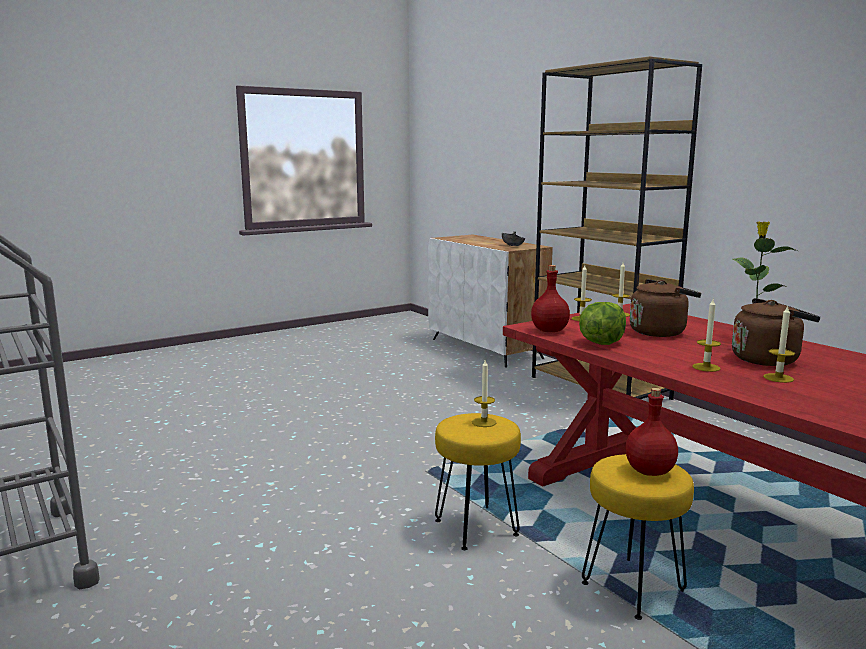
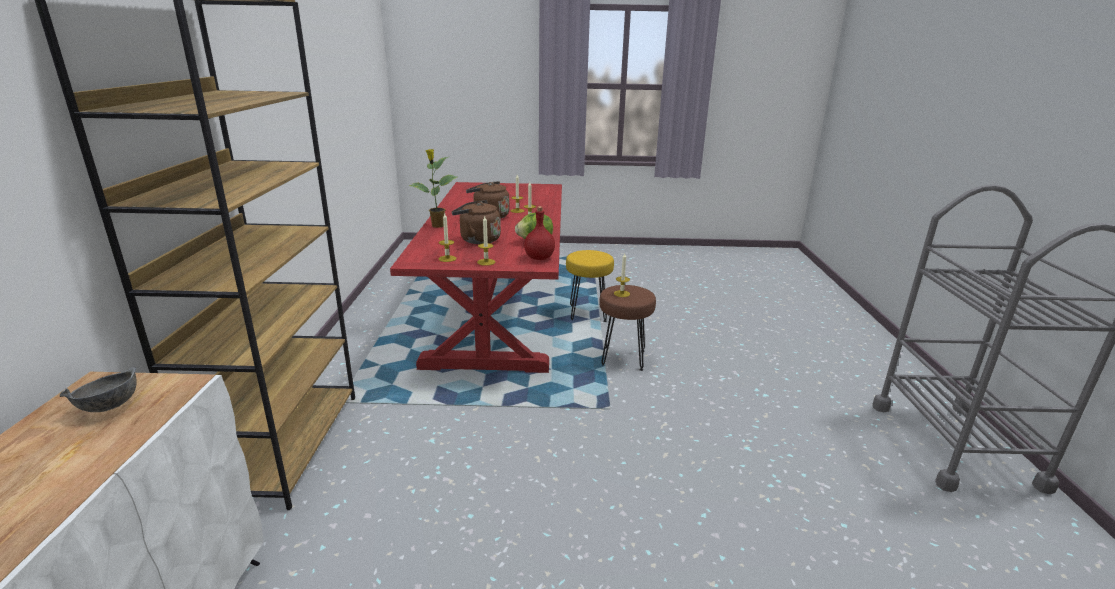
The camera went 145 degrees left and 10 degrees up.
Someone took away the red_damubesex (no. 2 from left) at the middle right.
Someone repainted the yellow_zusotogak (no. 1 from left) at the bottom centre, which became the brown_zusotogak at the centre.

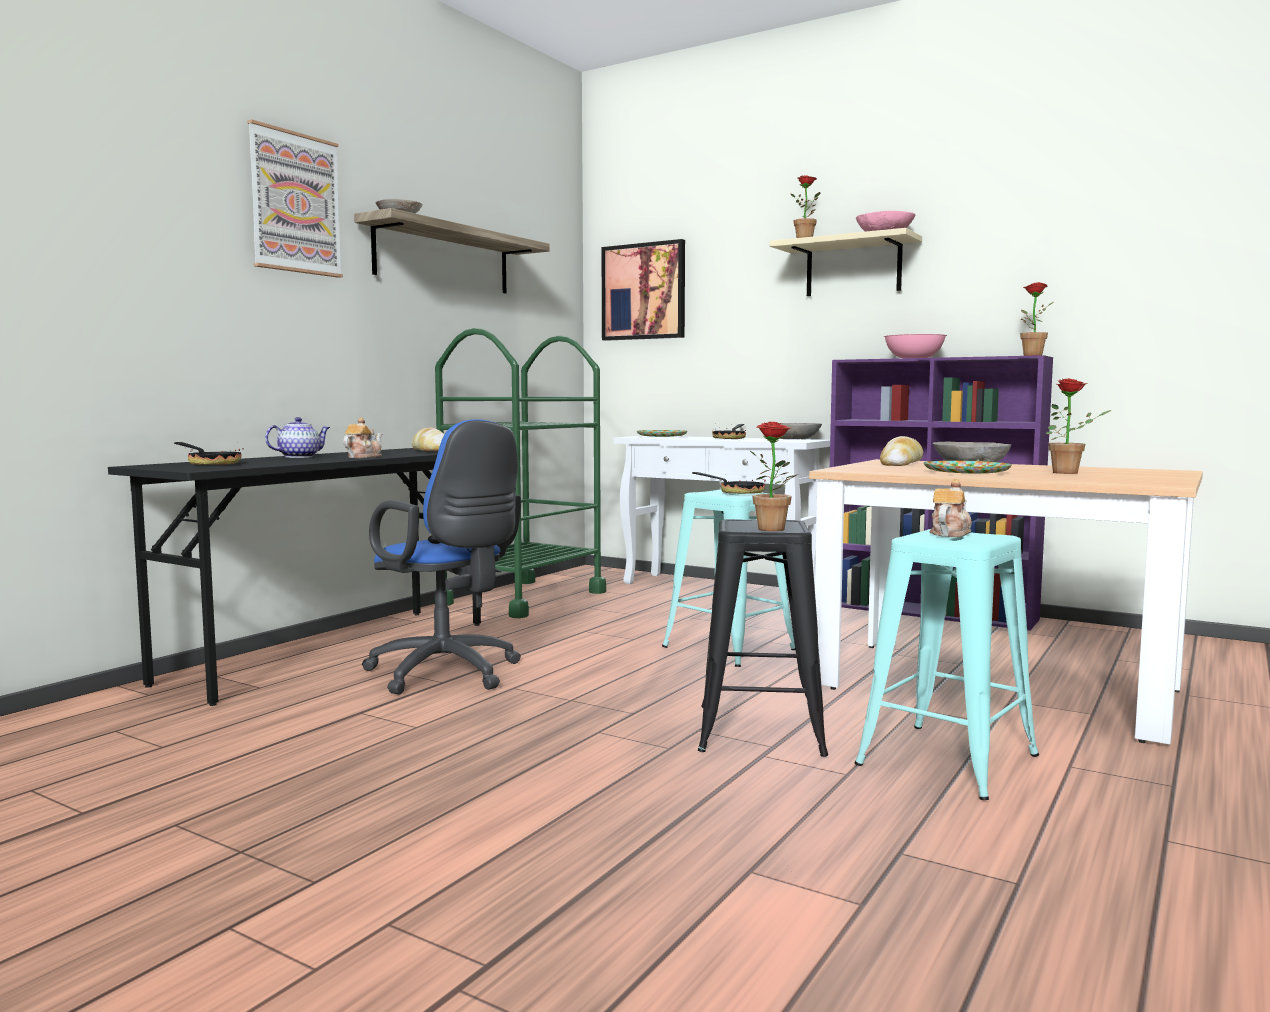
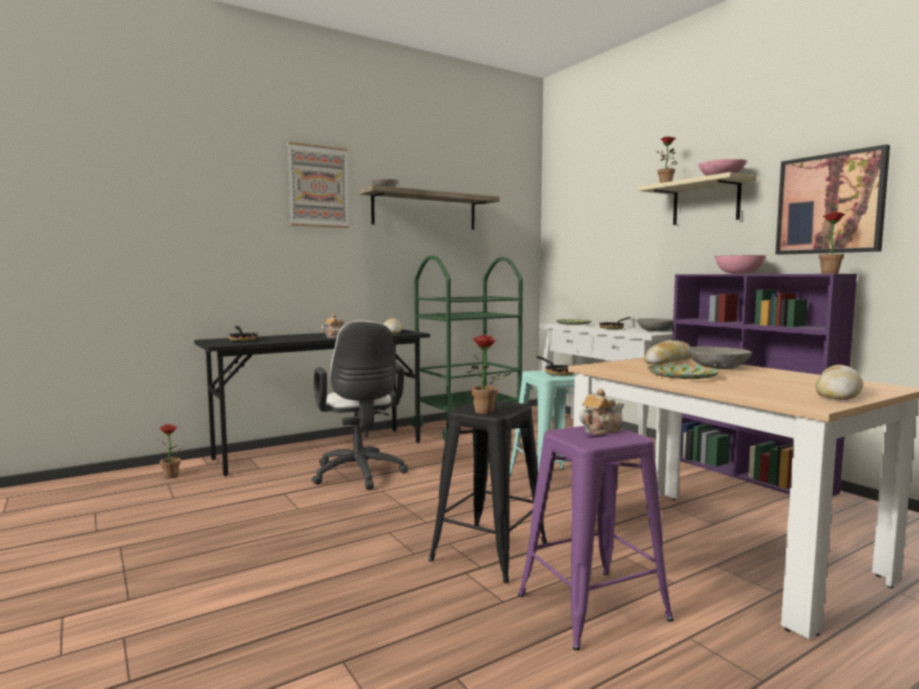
The camera went 25 degrees right and 0 degrees up.
Someone carried the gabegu (no. 2 from left) from the top centre to the top right.
Someone carried the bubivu (no. 4 from left in the first image) from the middle right to the middle left.
Someone took away the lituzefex (no. 1 from left) at the middle left.
Someone repainted the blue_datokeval at the centre, which became the white_datokeval at the centre.
Someone repainted the turquoise_zusotogak (no. 2 from left) at the middle right, which became the purple_zusotogak at the bottom centre.
Someone put down the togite (no. 3 from left) at the middle right.

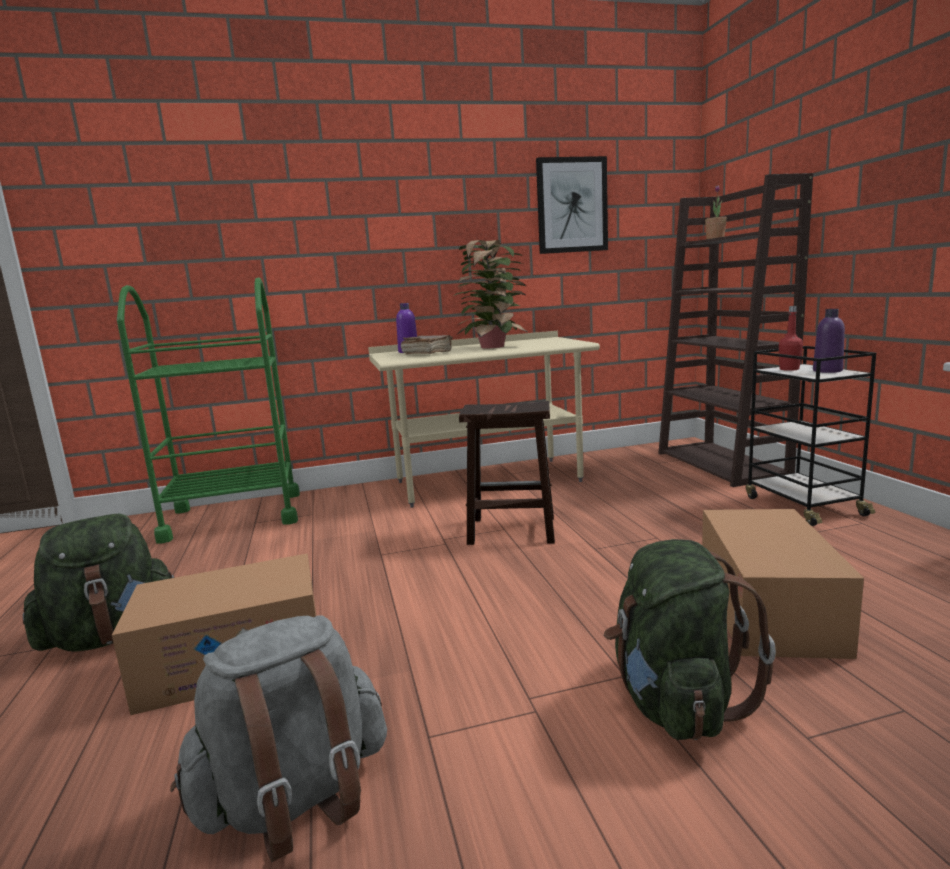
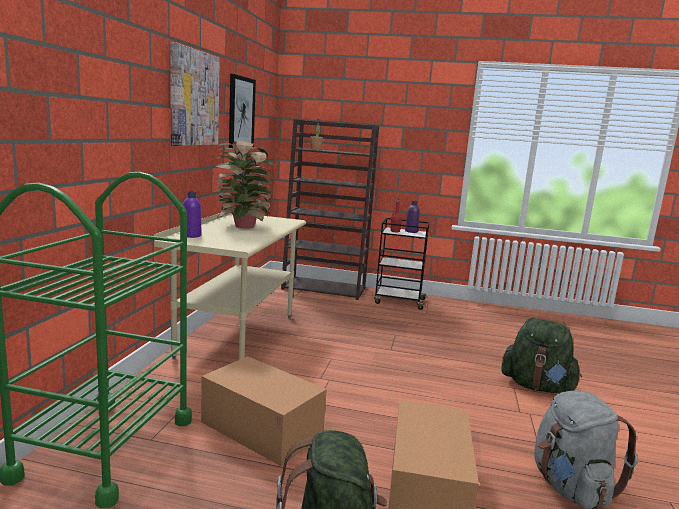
The camera went 65 degrees left and 0 degrees up.
Someone took away the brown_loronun at the centre.
Someone took away the brown_zusotogak at the centre.
Someone carried the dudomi (no. 2 from left in the first image) from the bottom right to the bottom centre.
Someone put up the gabegu (no. 1 from left) at the top left.

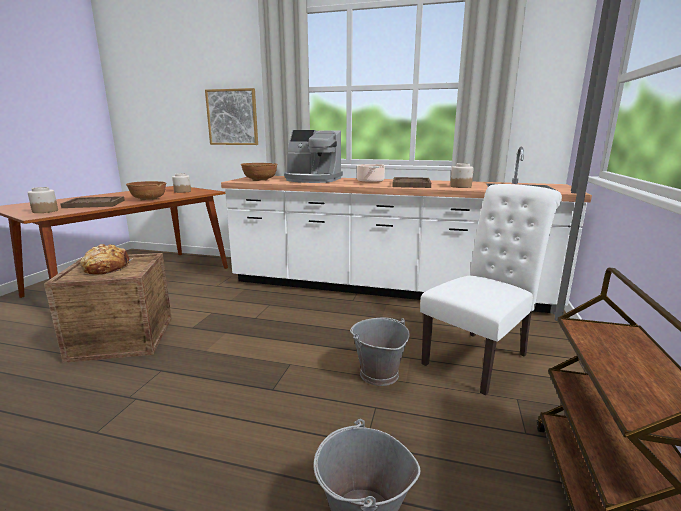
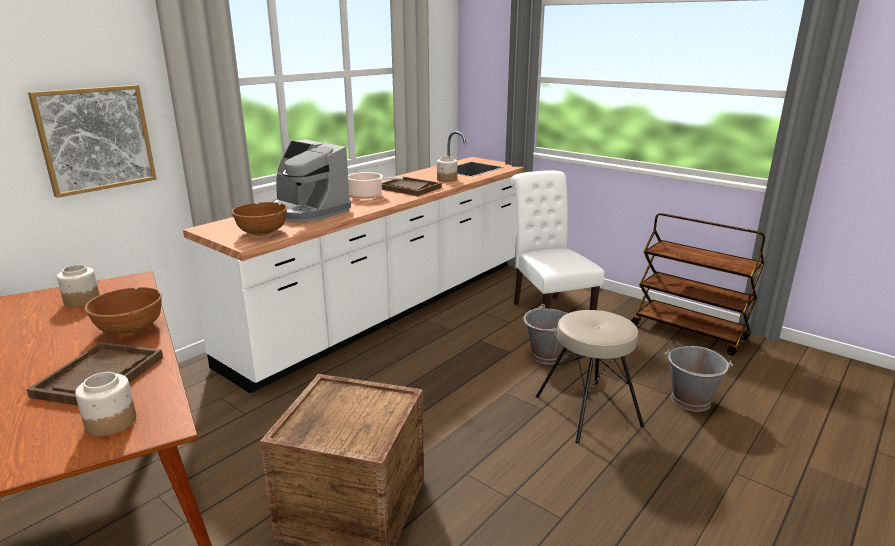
The camera went 65 degrees left and 5 degrees up.
Someone rotated the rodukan at the top centre by 90 degrees clockwise.
Someone took away the togite at the middle left.
Someone put down the beige_zusotogak at the bottom centre.

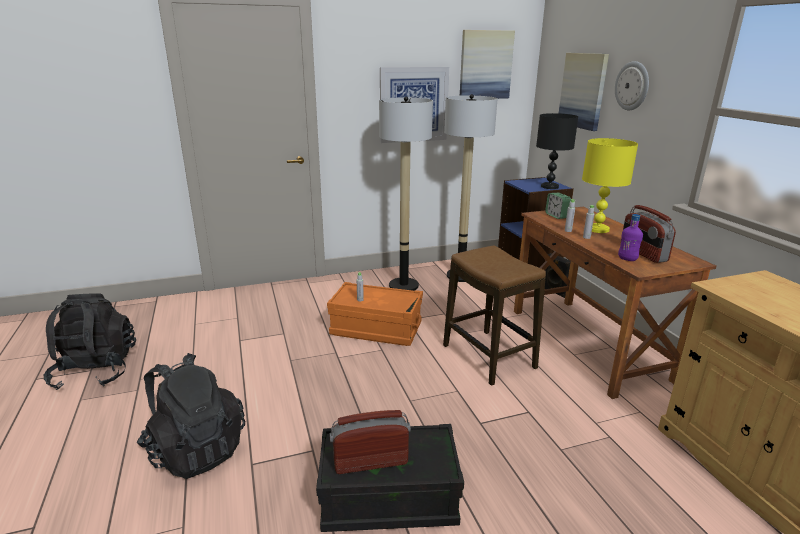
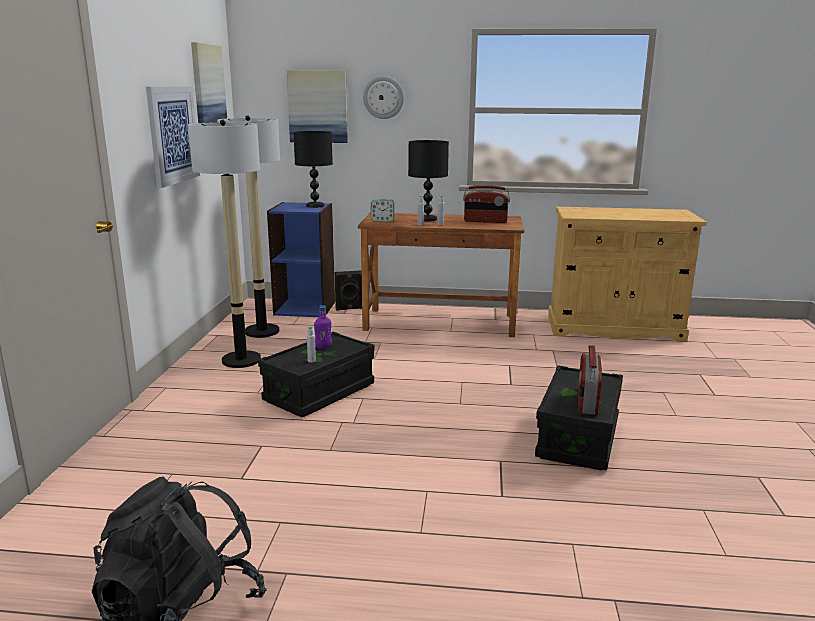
The camera went 65 degrees left and 5 degrees down.
Someone repainted the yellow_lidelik at the middle right, which became the black_lidelik (no. 2 from left) at the top centre.
Someone carried the purple_damubesex from the middle right to the centre.
Someone took away the zusotogak at the centre.
Someone repainted the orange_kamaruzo at the centre, which became the black_kamaruzo (no. 1 from left) at the centre.
Someone took away the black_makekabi (no. 2 from left) at the bottom left.

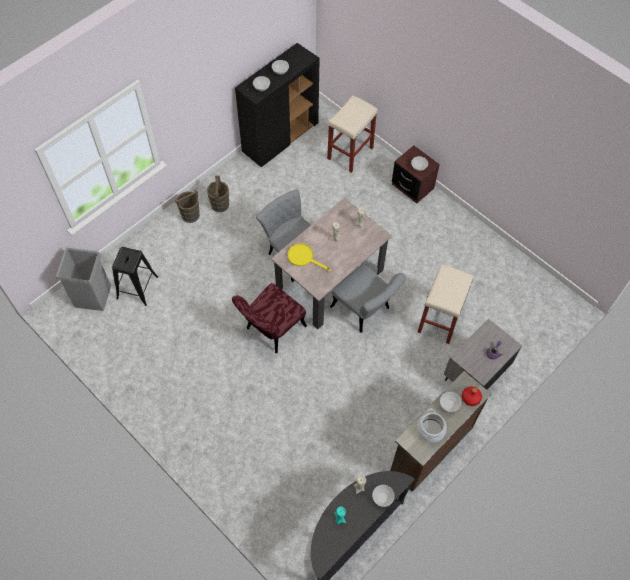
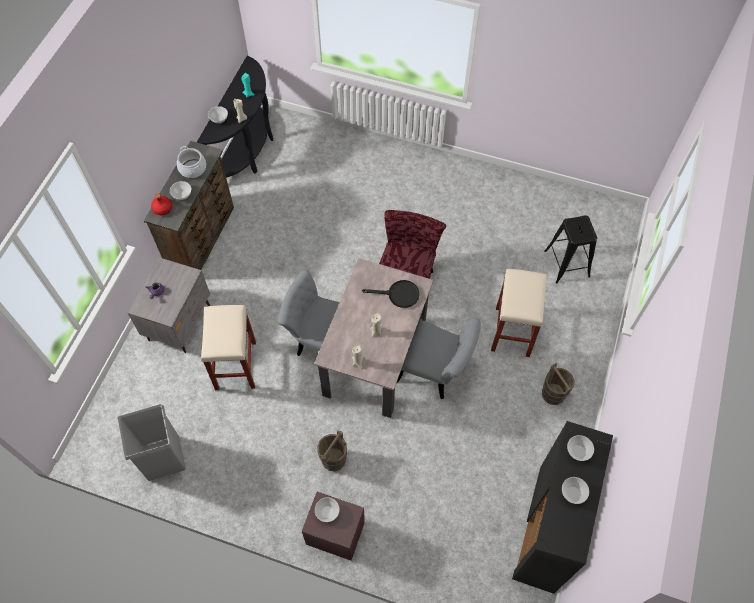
The camera went 155 degrees right and 0 degrees up.
Someone carried the beige_zusotogak (no. 1 from left in the first image) from the top centre to the middle right.
Someone carried the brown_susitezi (no. 1 from left) from the middle left to the bottom centre.
Someone repainted the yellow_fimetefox at the centre, which became the black_fimetefox at the centre.
Someone carried the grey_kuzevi from the middle left to the bottom left.

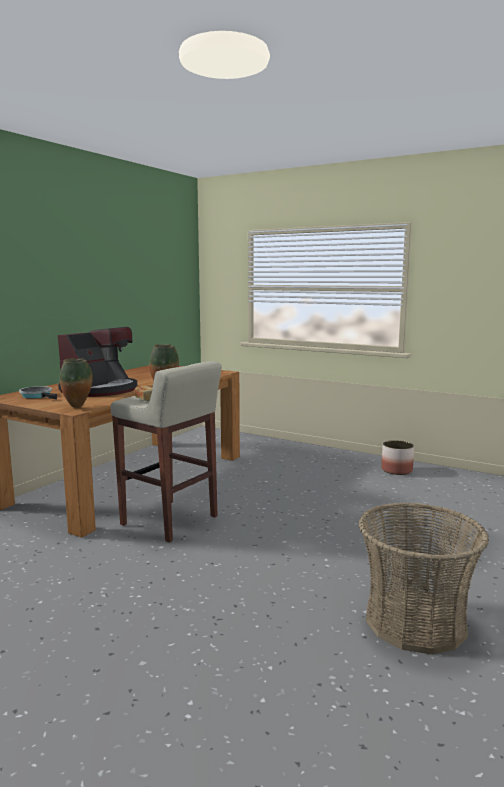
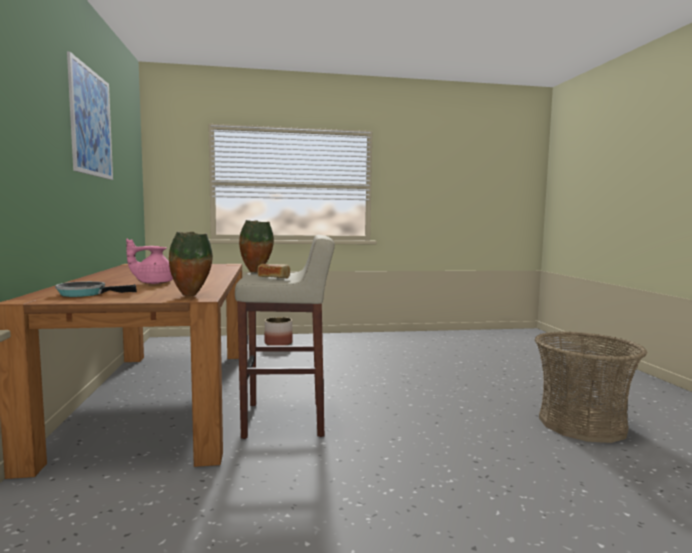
The camera went 40 degrees left and 5 degrees down.
Someone swapped the rodukan at the middle left for the pink_lituzefex at the middle left.
Someone carried the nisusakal from the middle right to the centre.
Someone put up the gabegu at the top left.

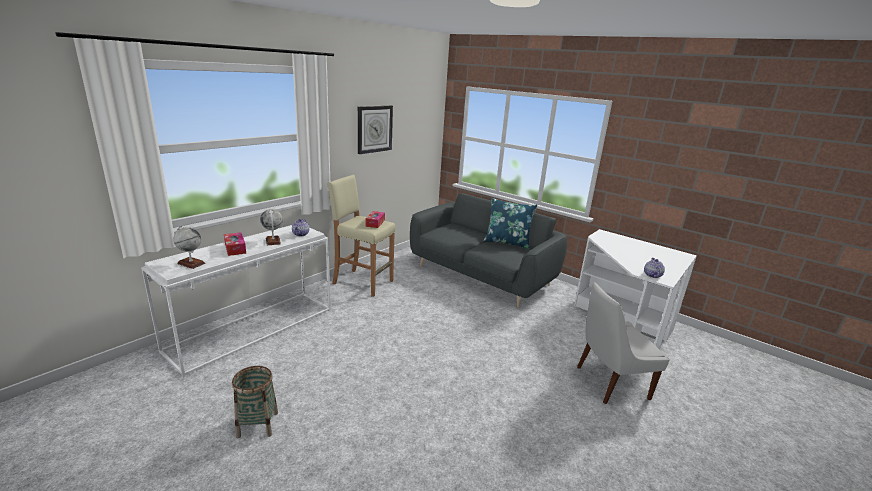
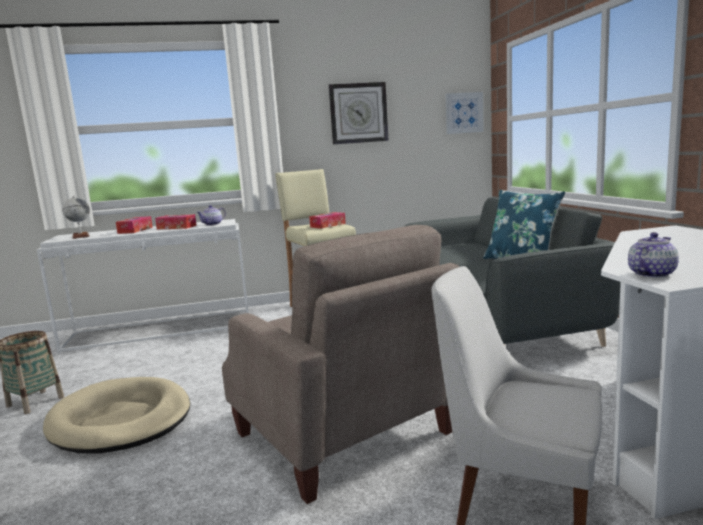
The camera went 40 degrees right and 10 degrees down.
Someone swapped the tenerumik (no. 2 from left) at the middle left for the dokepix (no. 2 from left) at the middle left.
Someone put up the gabegu at the top centre.
Someone put down the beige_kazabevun at the bottom centre.
Someone put down the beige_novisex at the bottom left.

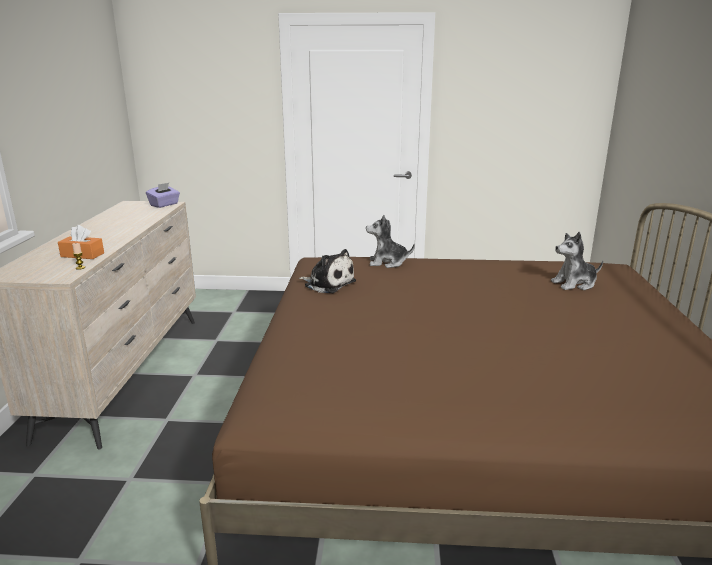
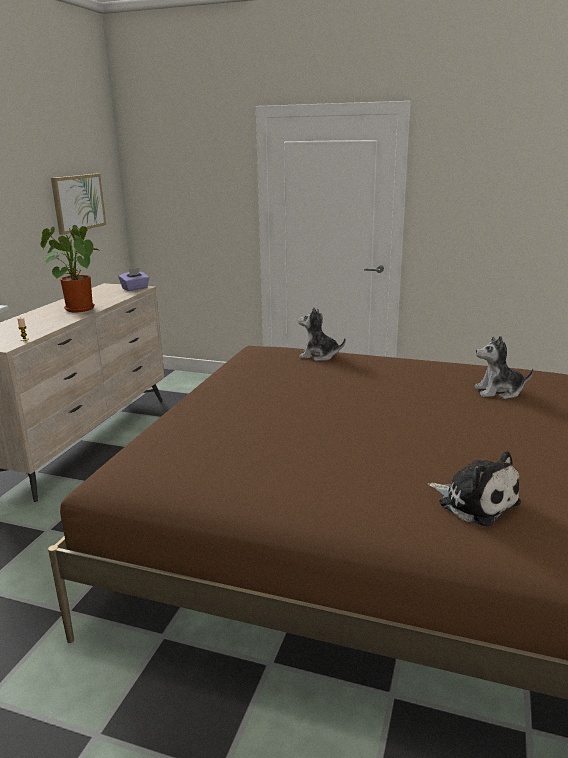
The camera went 15 degrees right and 0 degrees up.
Someone took away the orange_dokepix at the middle left.
Someone carried the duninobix (no. 1 from left in the first image) from the centre to the middle right.
Someone put up the gabegu at the top left.
Someone put down the bubivu at the middle left.

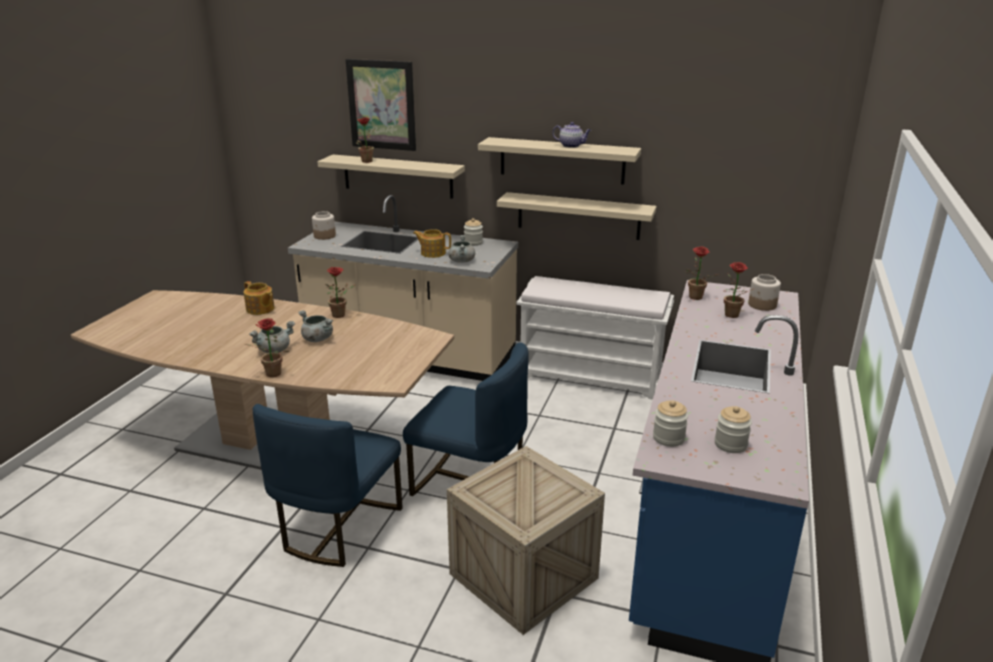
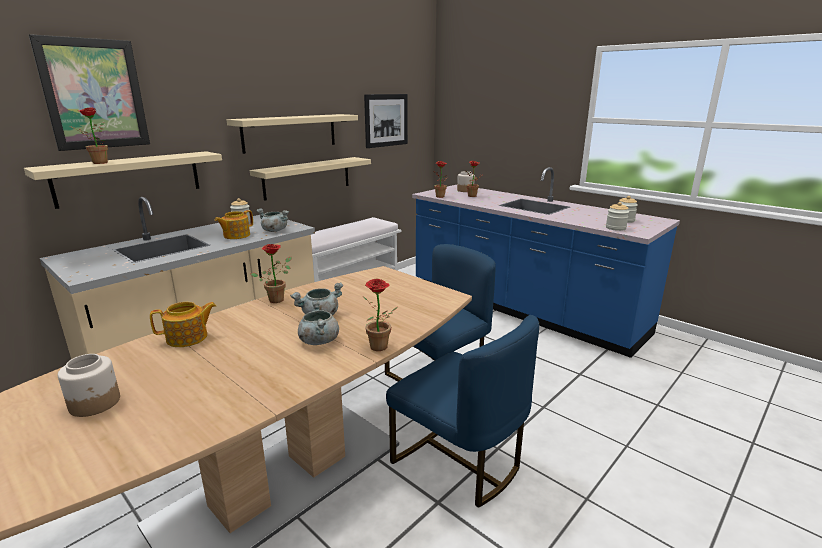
The camera went 65 degrees left and 5 degrees down.
Someone took away the lituzefex (no. 3 from left) at the top centre.
Someone carried the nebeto (no. 1 from left) from the middle left to the bottom left.
Someone took away the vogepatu at the bottom centre.
Someone put up the gabegu (no. 2 from left) at the top centre.

